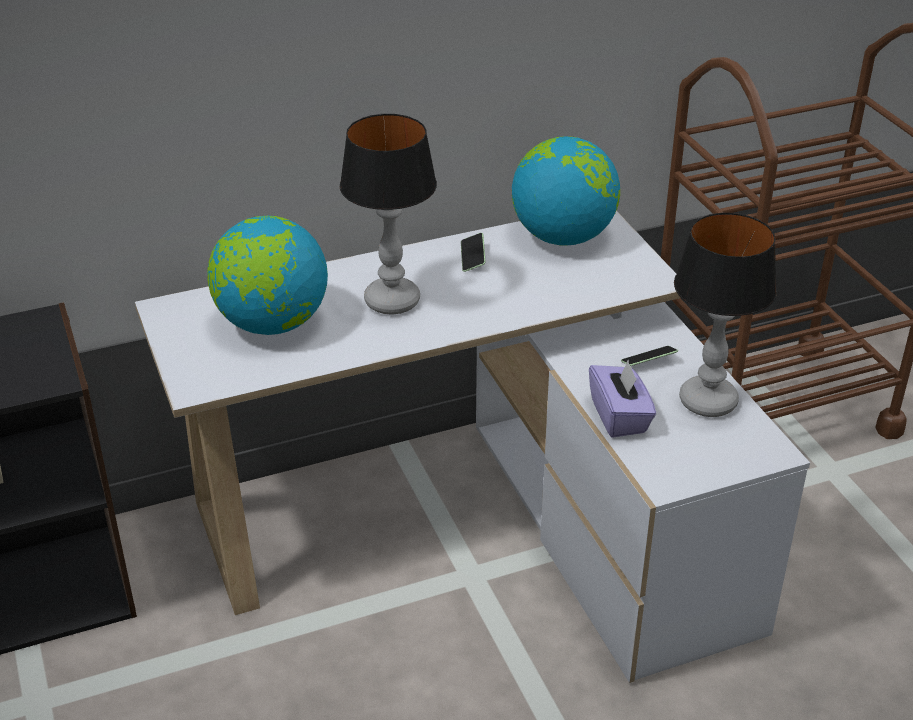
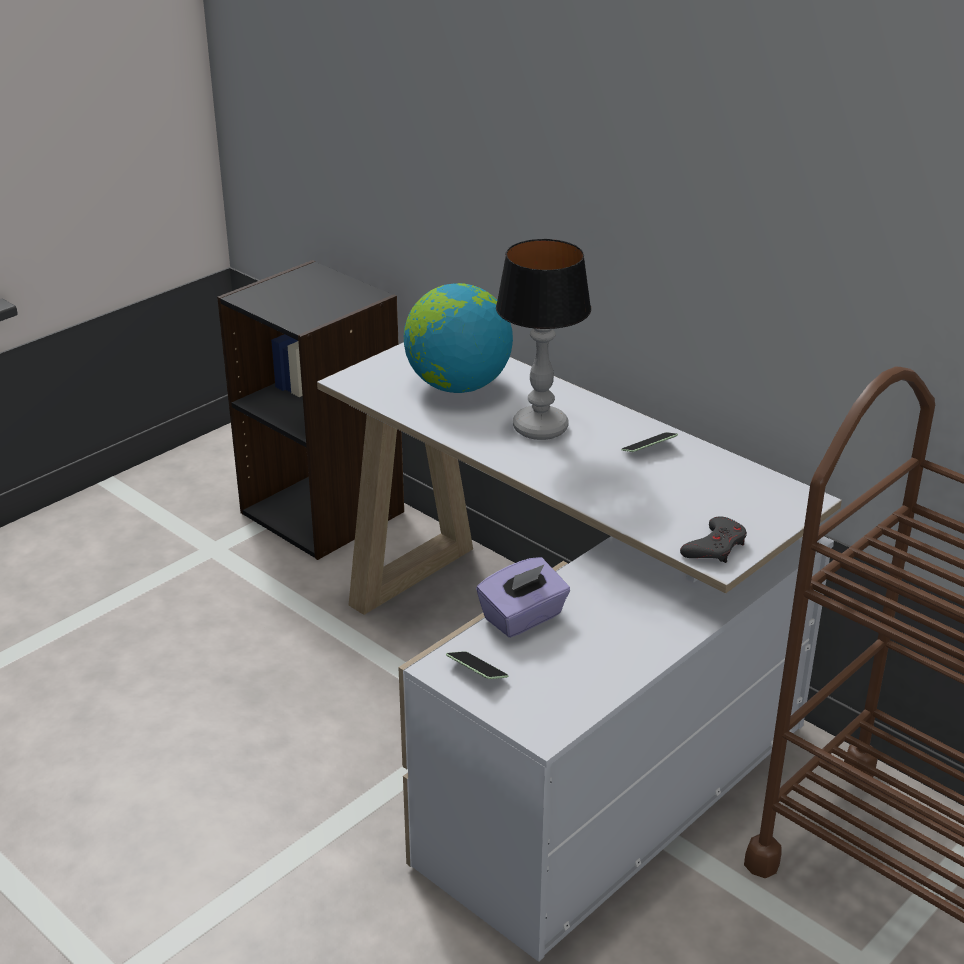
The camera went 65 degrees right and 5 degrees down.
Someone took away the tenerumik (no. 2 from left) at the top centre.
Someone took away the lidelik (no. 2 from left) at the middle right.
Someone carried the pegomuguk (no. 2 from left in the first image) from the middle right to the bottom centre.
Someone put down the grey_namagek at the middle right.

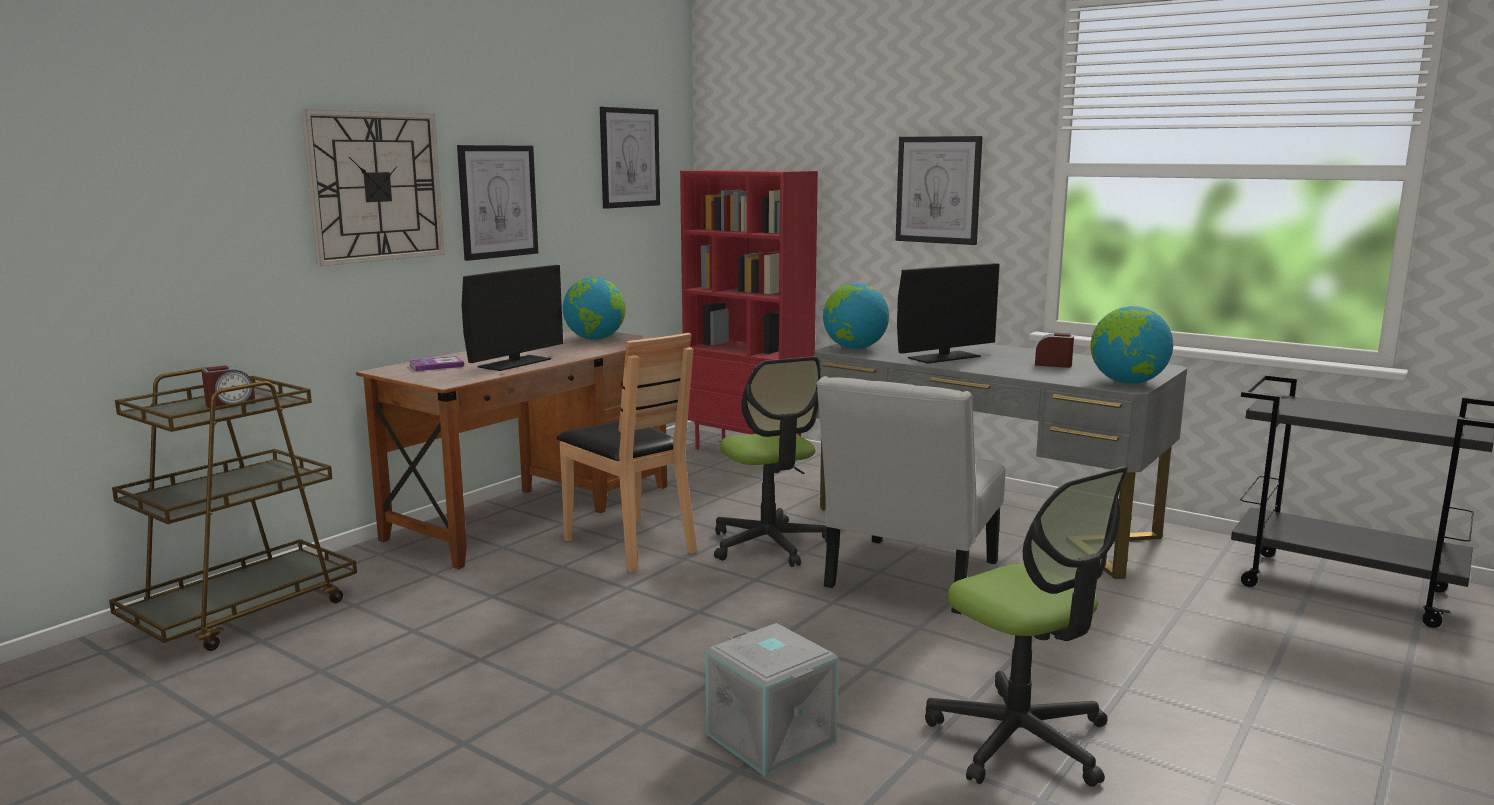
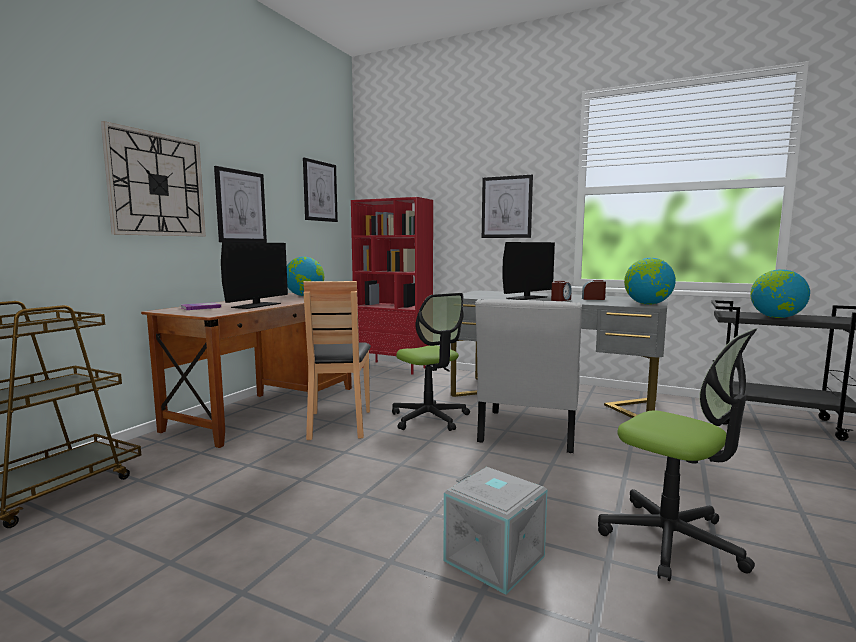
The camera went 10 degrees left and 5 degrees down.
Someone carried the tenerumik (no. 2 from left in the first image) from the centre to the middle right.
Someone rotated the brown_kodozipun at the centre by 45 degrees clockwise.
Someone carried the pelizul (no. 1 from left) from the middle left to the centre.

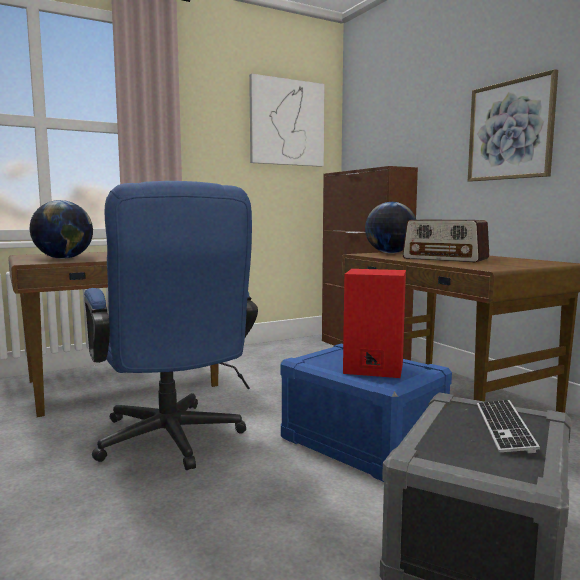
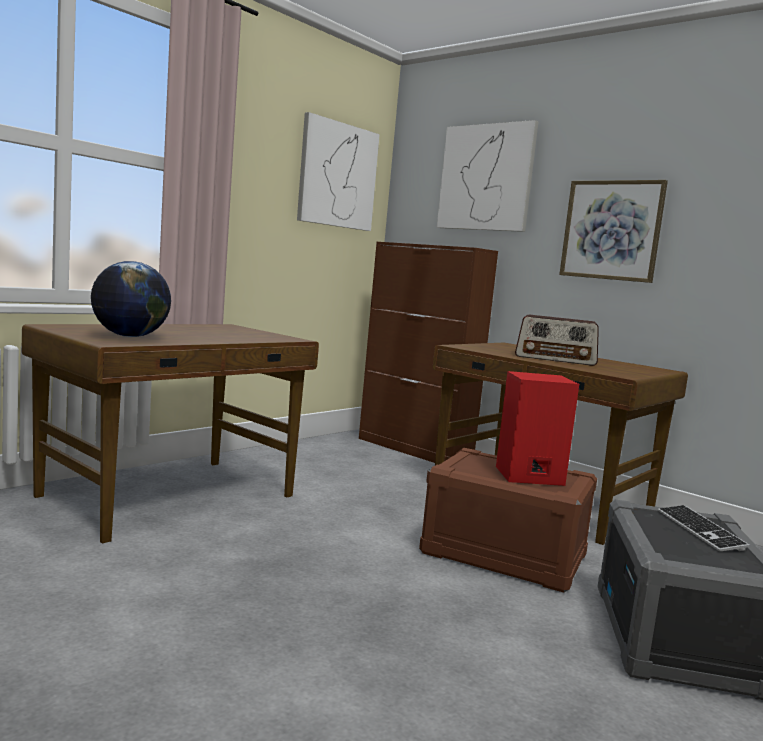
The camera went 20 degrees left and 0 degrees up.
Someone took away the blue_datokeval at the middle left.
Someone took away the tenerumik (no. 2 from left) at the middle right.
Someone repainted the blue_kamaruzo at the bottom centre, which became the brown_kamaruzo at the bottom centre.
Someone put up the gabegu (no. 2 from left) at the top centre.

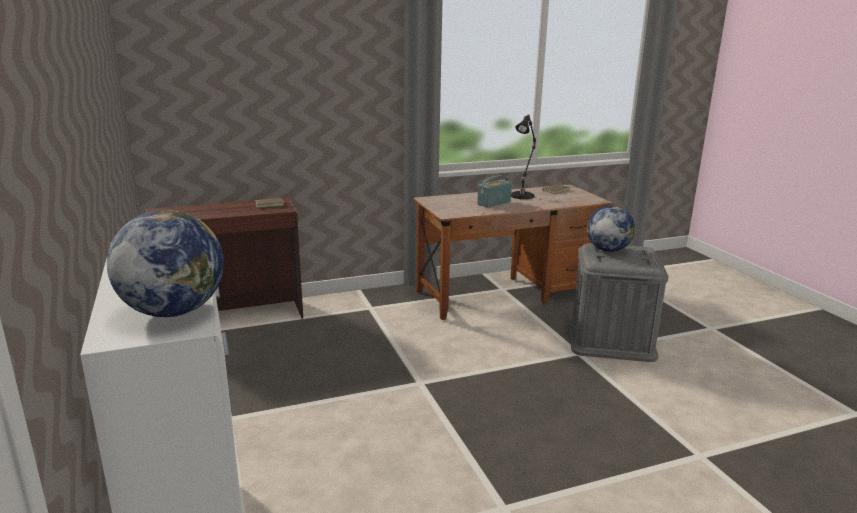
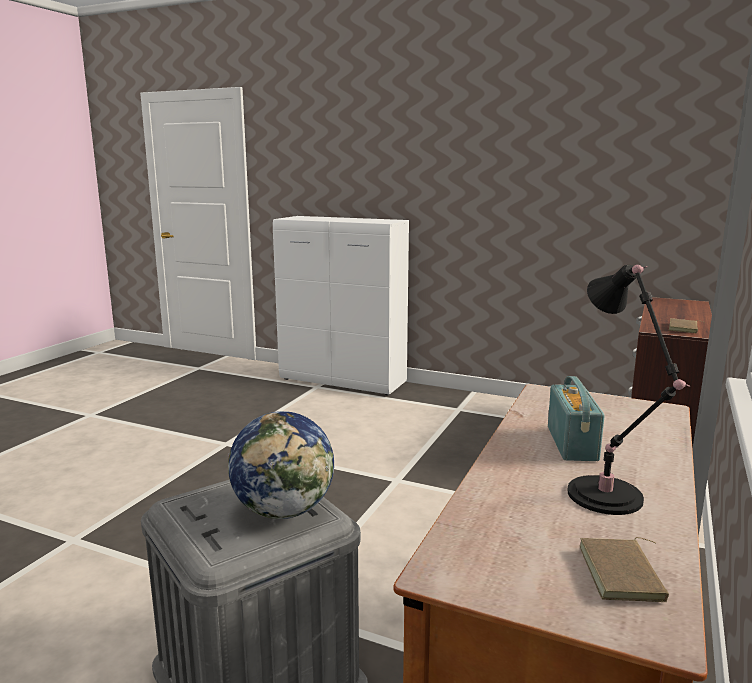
The camera went 135 degrees right and 5 degrees down.
Someone took away the tenerumik (no. 1 from left) at the middle left.

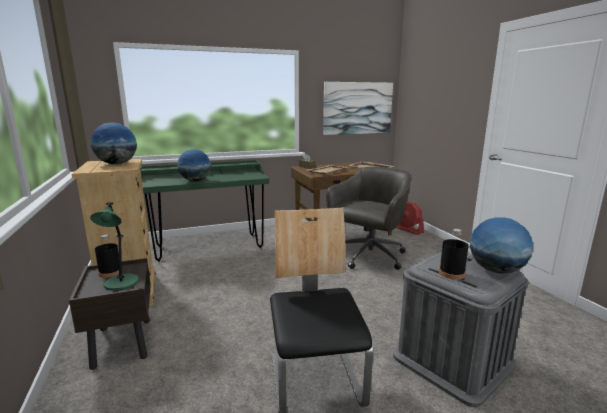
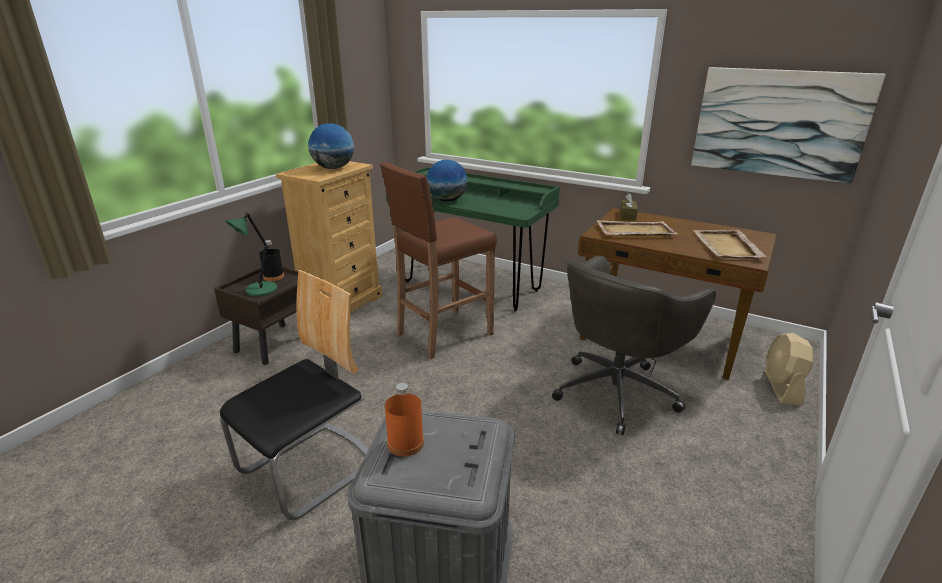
The camera went 50 degrees right and 10 degrees up.
Someone rotated the grey_datokeval at the centre by 135 degrees clockwise.
Someone repainted the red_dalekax at the middle right, which became the beige_dalekax at the middle right.
Someone took away the tenerumik (no. 3 from left) at the middle right.
Someone repainted the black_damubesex (no. 2 from left) at the middle right, which became the orange_damubesex at the bottom centre.
Someone put down the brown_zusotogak at the centre.

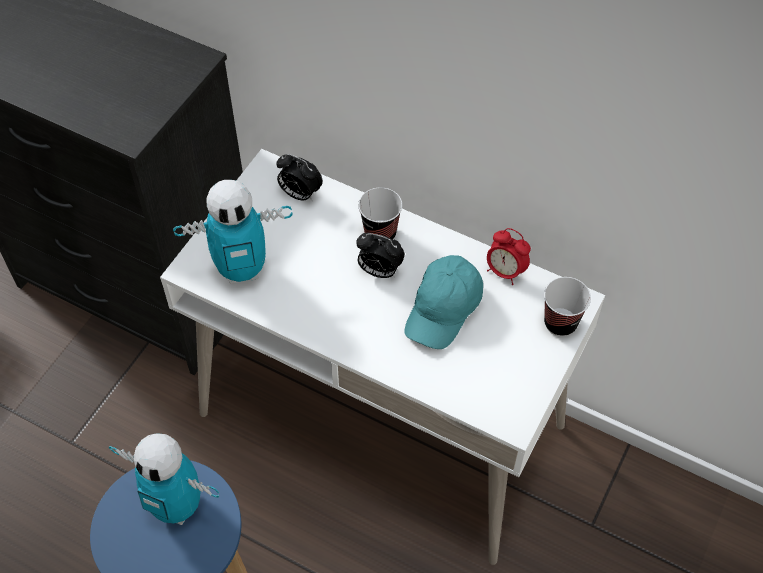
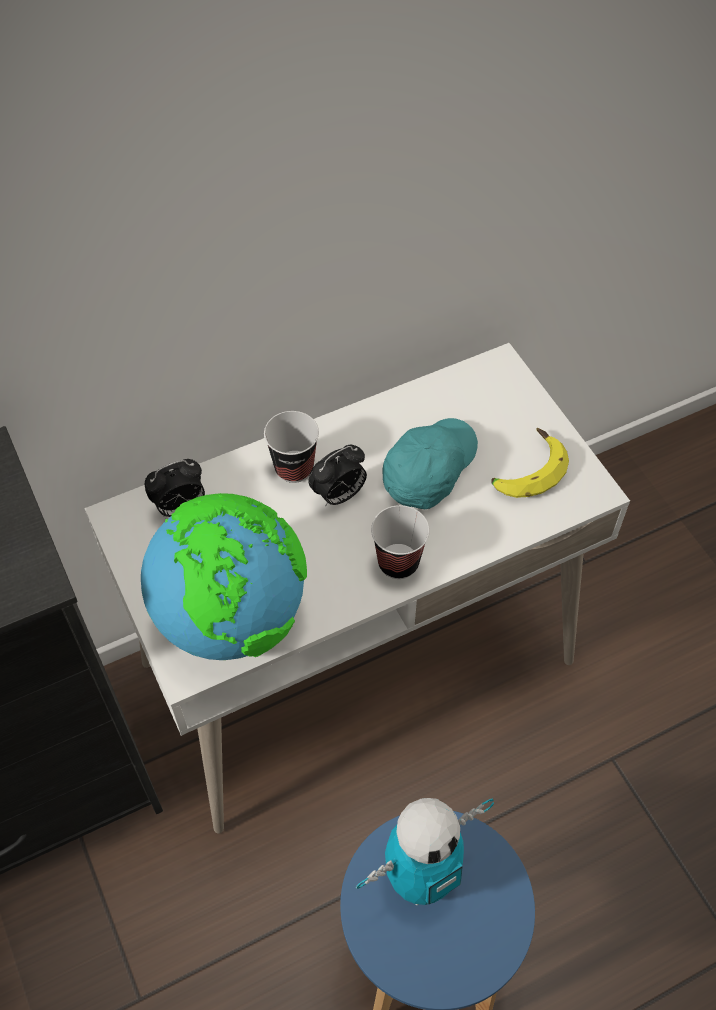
The camera went 55 degrees left and 0 degrees up.
Someone swapped the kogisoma (no. 2 from left) at the middle left for the tenerumik at the middle left.
Someone took away the pelizul (no. 3 from left) at the middle right.
Someone rotated the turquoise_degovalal at the centre by 120 degrees counterclockwise.
Someone carried the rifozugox (no. 2 from left) from the middle right to the centre.
Someone put down the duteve at the middle right.

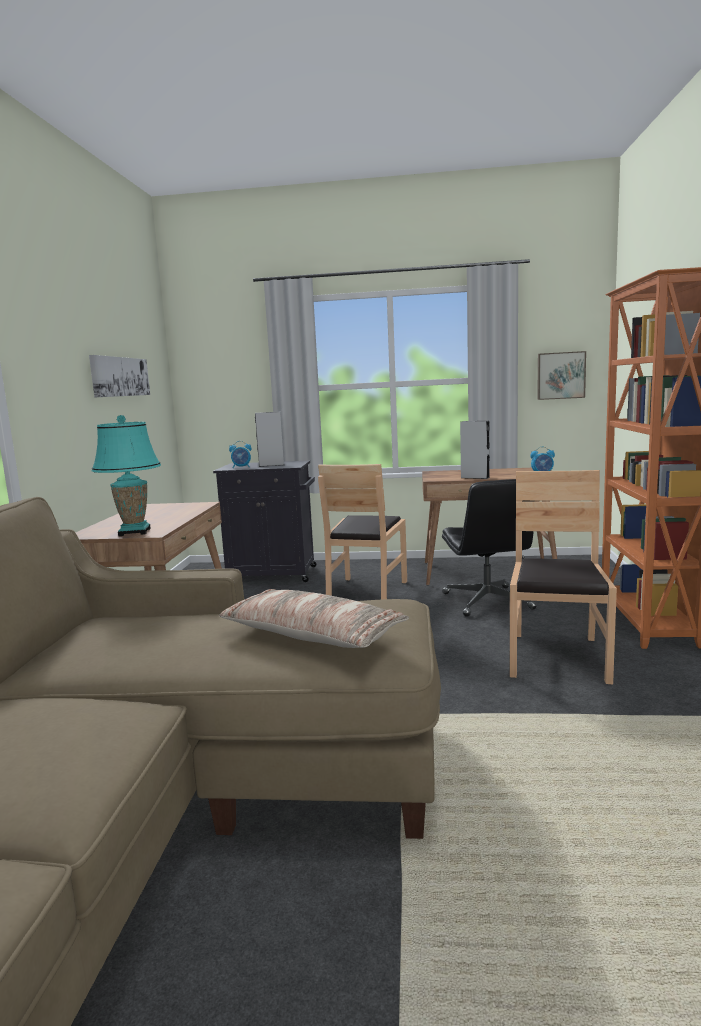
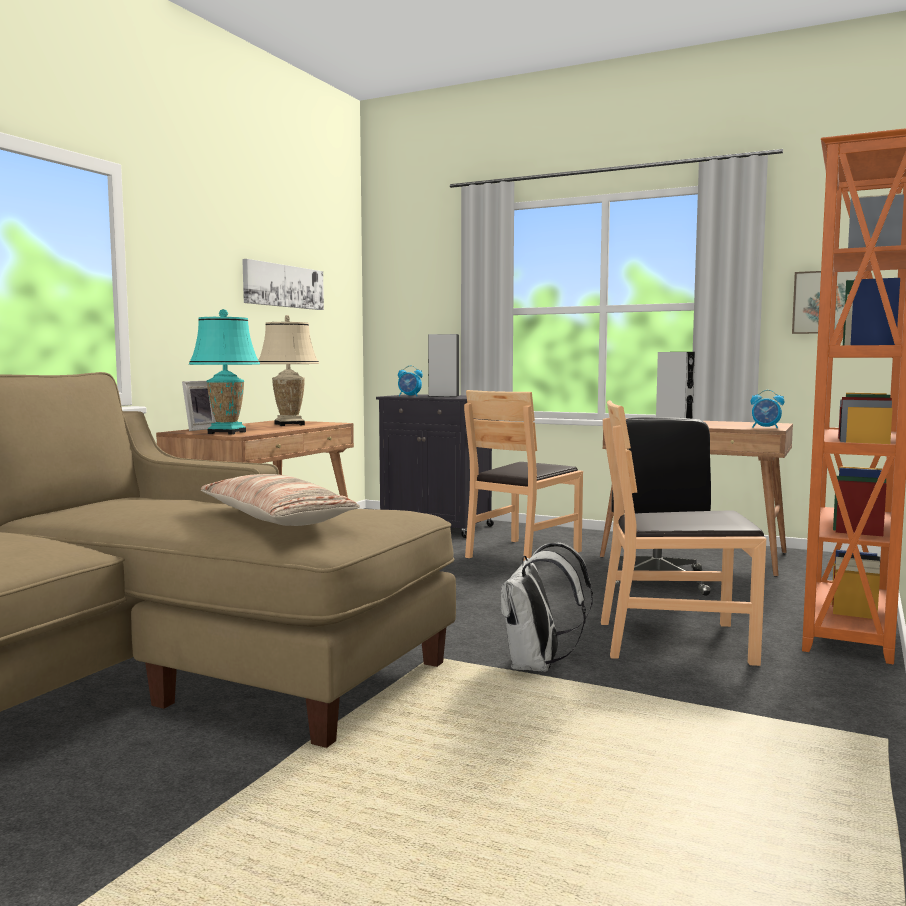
The camera went 20 degrees right and 5 degrees down.
Someone rotated the brown_kodozipun (no. 2 from left) at the middle right by 120 degrees counterclockwise.
Someone put down the beige_lidelik at the middle left.
Someone put down the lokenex at the middle left.
Someone put down the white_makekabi at the bottom centre.

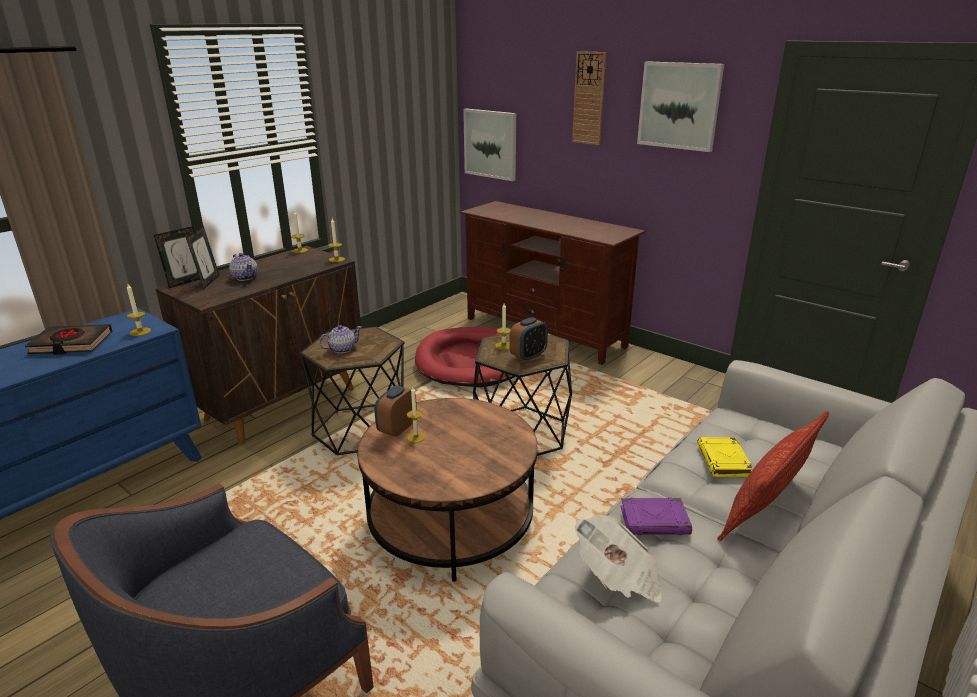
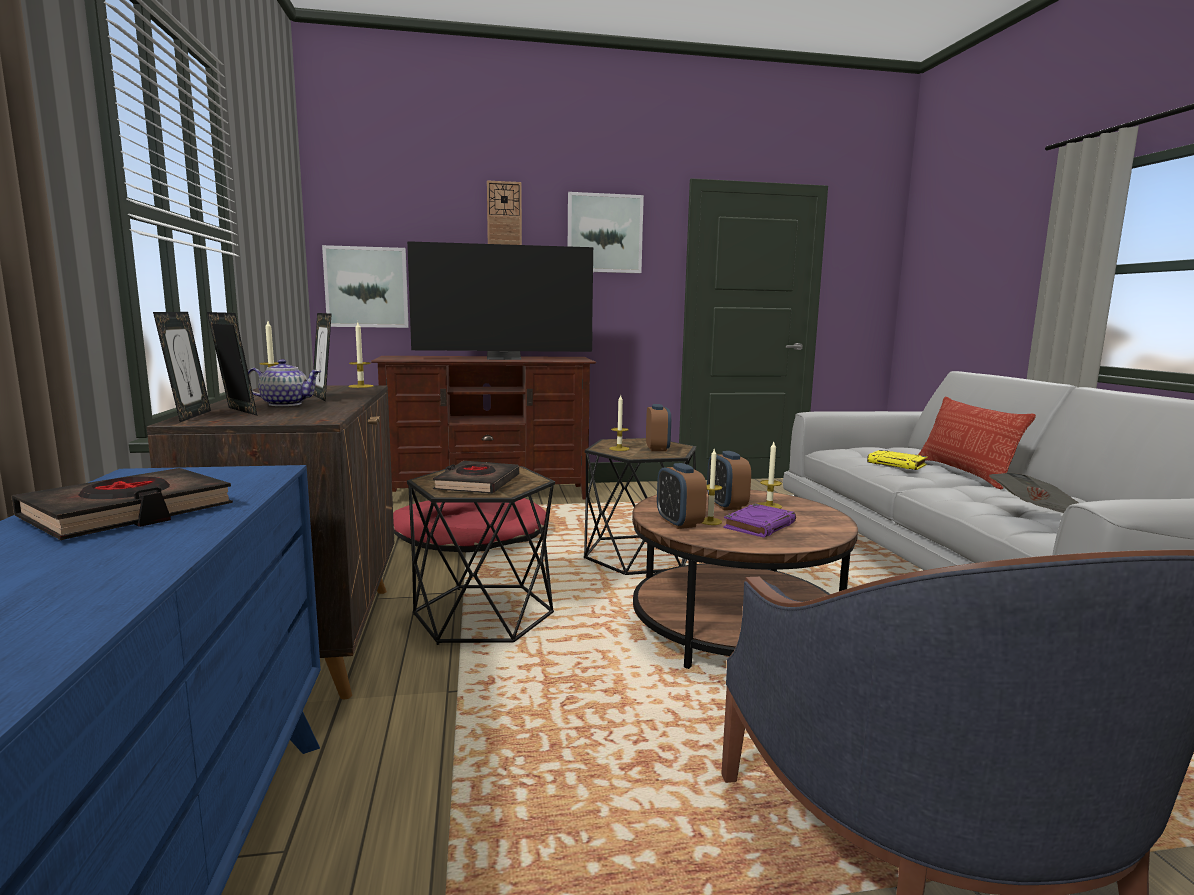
The camera went 50 degrees left and 15 degrees down.
Someone carried the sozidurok (no. 1 from left in the first image) from the middle left to the centre.
Someone swapped the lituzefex (no. 2 from left) at the centre for the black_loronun (no. 2 from left) at the centre.
Someone carried the purple_loronun from the bottom right to the centre.
Someone put down the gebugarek at the centre.
Someone put down the lokenex (no. 3 from left) at the middle left.
Someone put down the pelizul (no. 3 from left) at the centre.

